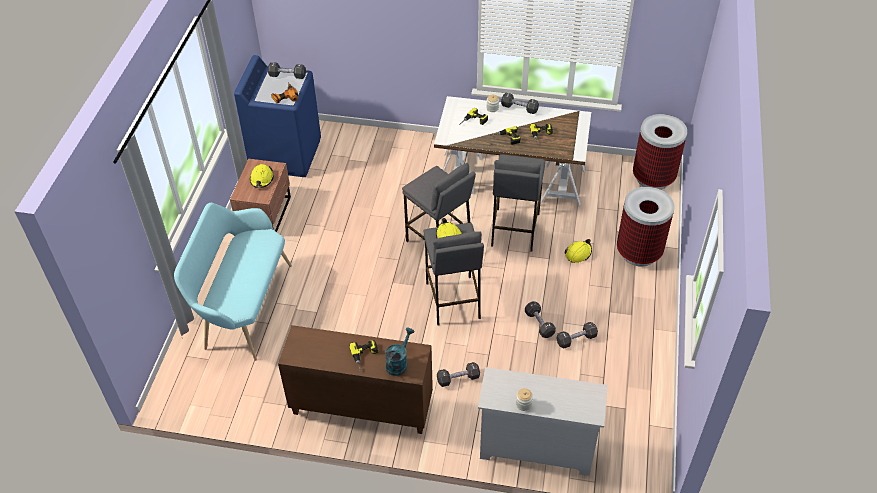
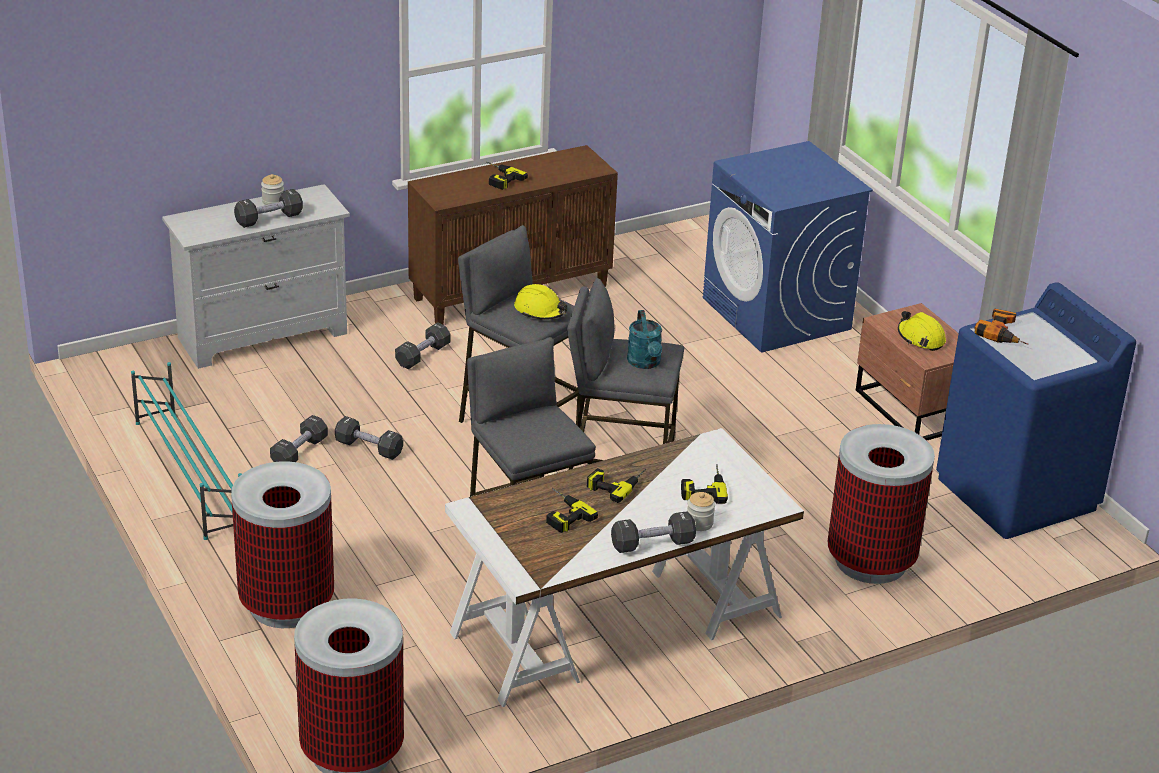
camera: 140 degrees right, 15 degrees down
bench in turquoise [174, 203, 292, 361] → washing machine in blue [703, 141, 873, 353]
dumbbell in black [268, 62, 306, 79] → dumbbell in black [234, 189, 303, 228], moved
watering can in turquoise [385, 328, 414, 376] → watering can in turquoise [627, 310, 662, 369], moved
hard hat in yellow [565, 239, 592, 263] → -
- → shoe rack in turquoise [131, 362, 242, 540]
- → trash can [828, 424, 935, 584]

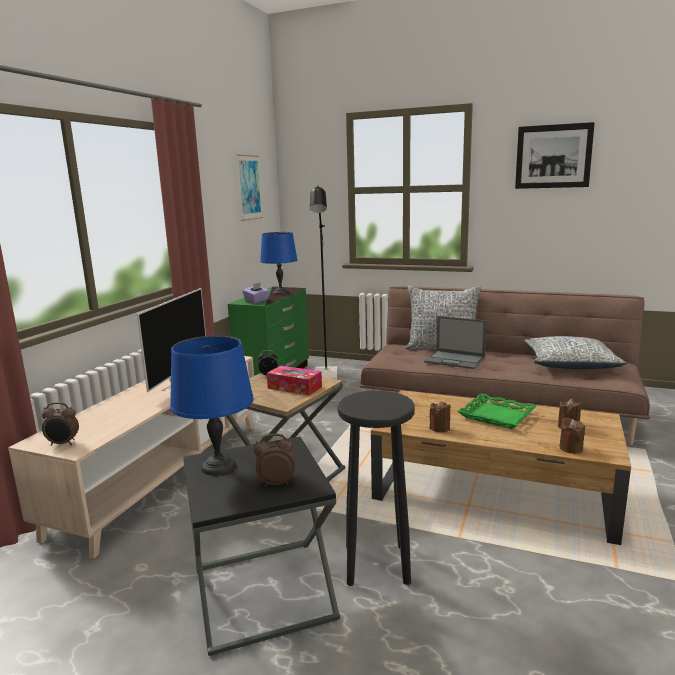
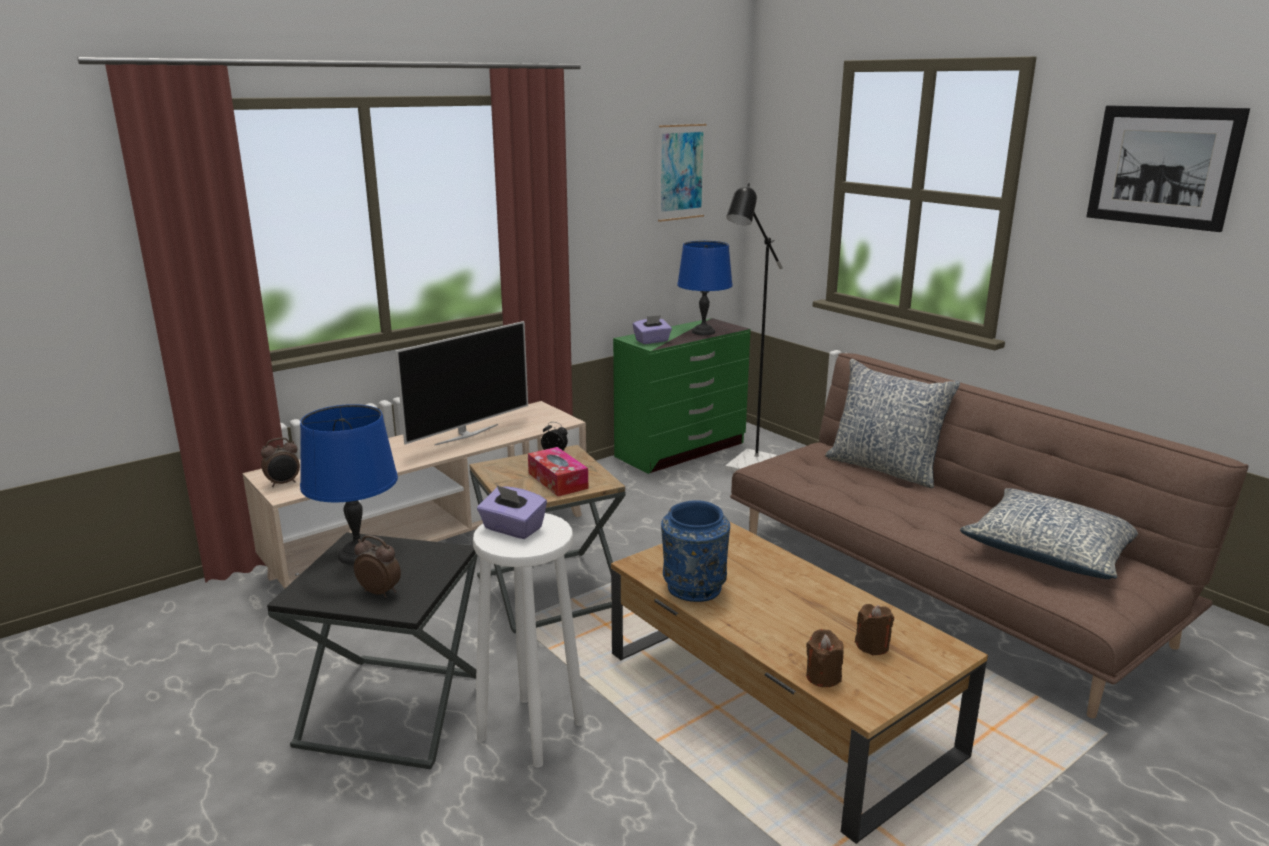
camera: 30 degrees right, 5 degrees up
alarm clock [42, 402, 79, 446] → alarm clock [261, 438, 300, 487], 60 degrees counterclockwise
stool in black [338, 390, 415, 586] → stool in white [473, 513, 584, 767]
laptop [424, 316, 486, 369] → -
candle in brown [429, 401, 451, 432] → vase in blue [661, 500, 730, 602]
tray in green [457, 393, 536, 429] → -
- → tissue box in purple [477, 485, 547, 539]

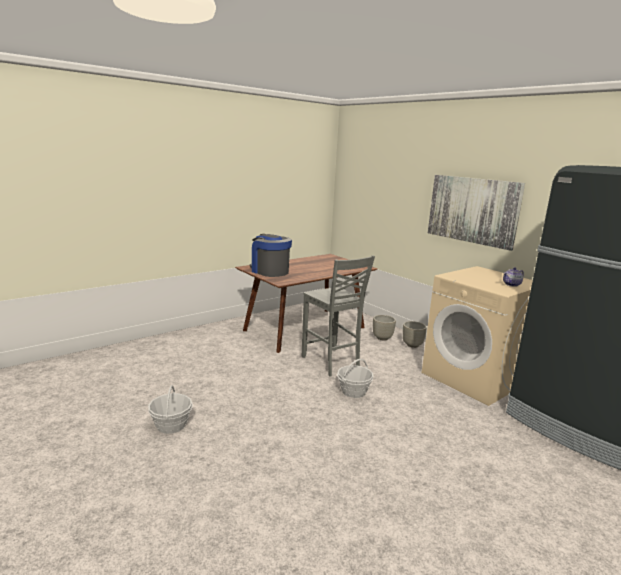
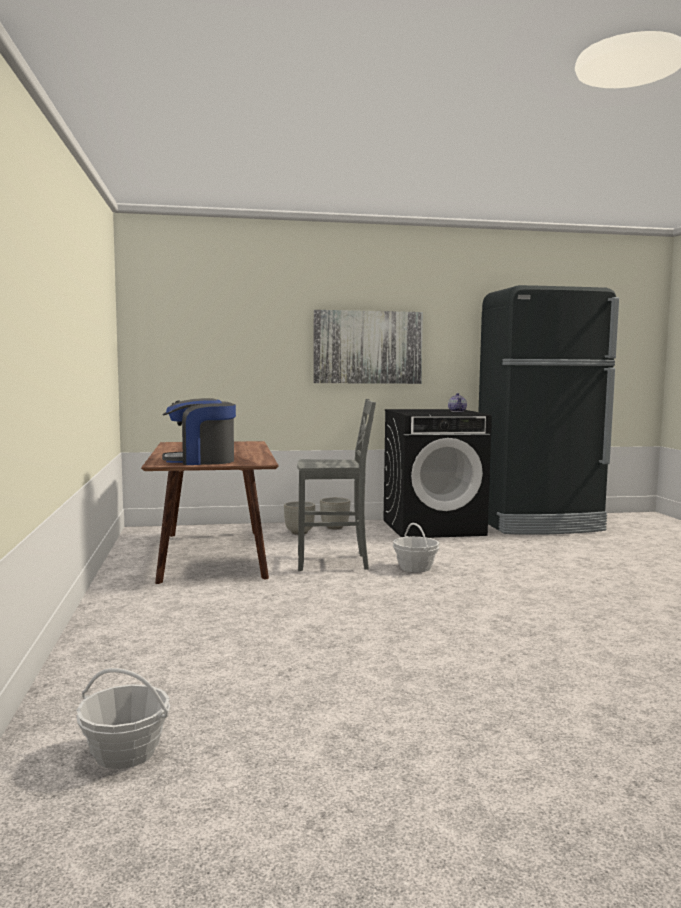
camera: 60 degrees left, 10 degrees down
basket [148, 385, 193, 434] → basket [76, 668, 170, 769], moved
washing machine in beige [422, 266, 533, 406] → washing machine in black [383, 409, 492, 538]

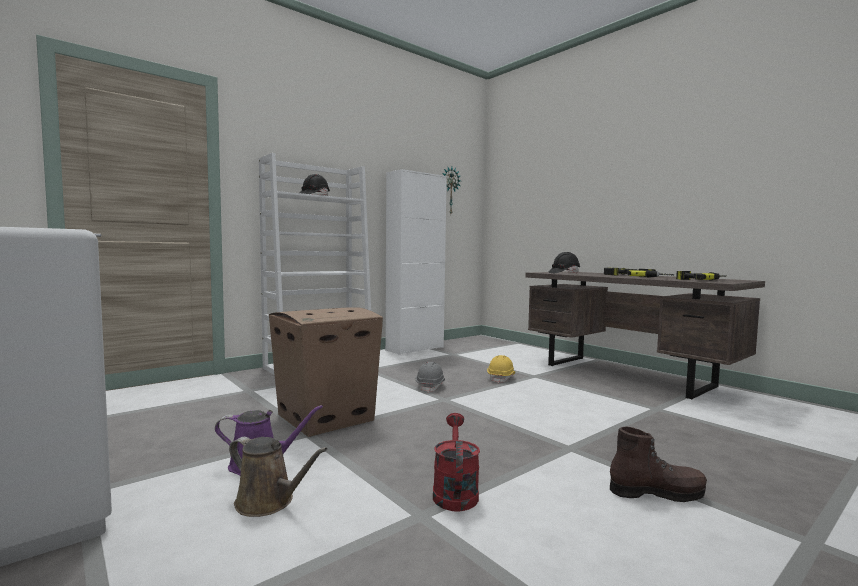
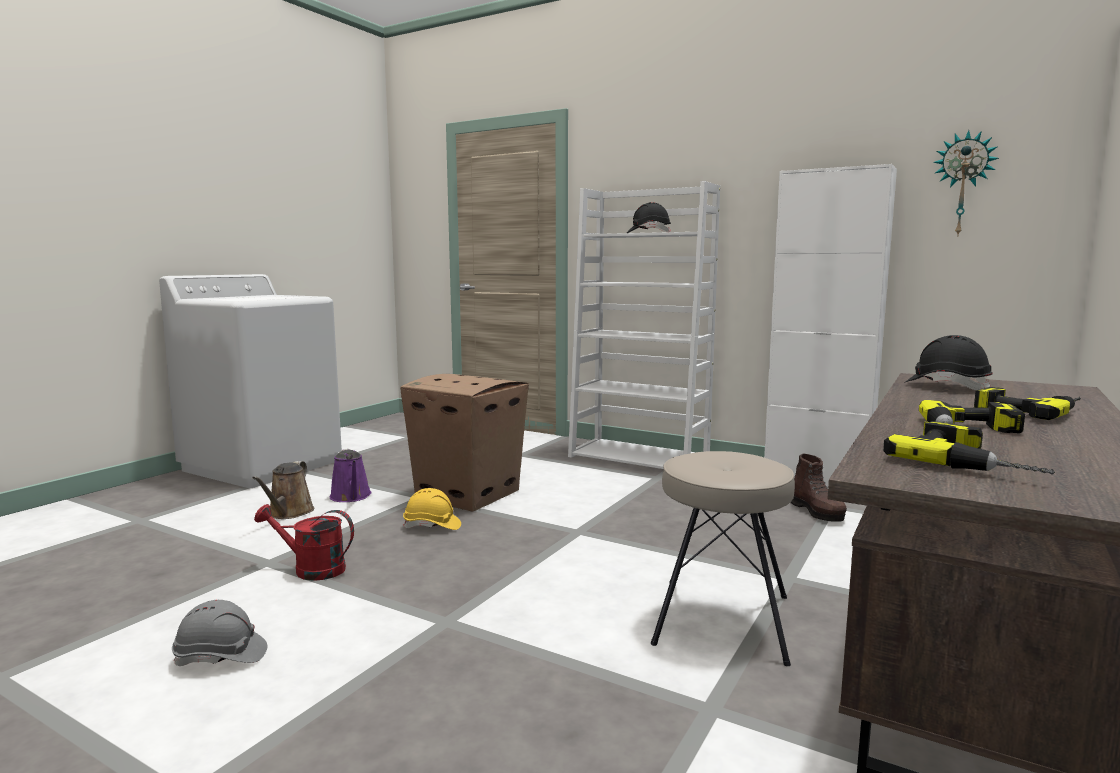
camera: 70 degrees right, 5 degrees up
hard hat in grey [416, 362, 445, 393] → hard hat in grey [172, 600, 267, 666], moved
watering can in red [433, 413, 480, 512] → watering can in red [254, 504, 354, 581], 150 degrees counterclockwise
hard hat in yellow [487, 355, 515, 383] → hard hat in yellow [403, 488, 461, 530], moved
boot in brown [610, 426, 707, 502] → boot in brown [791, 454, 847, 522], moved
- → stool in beige [651, 451, 795, 666]

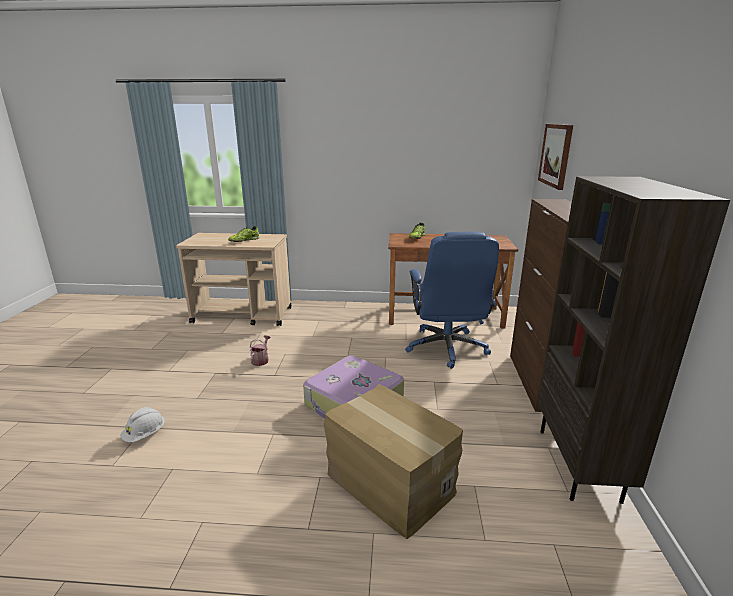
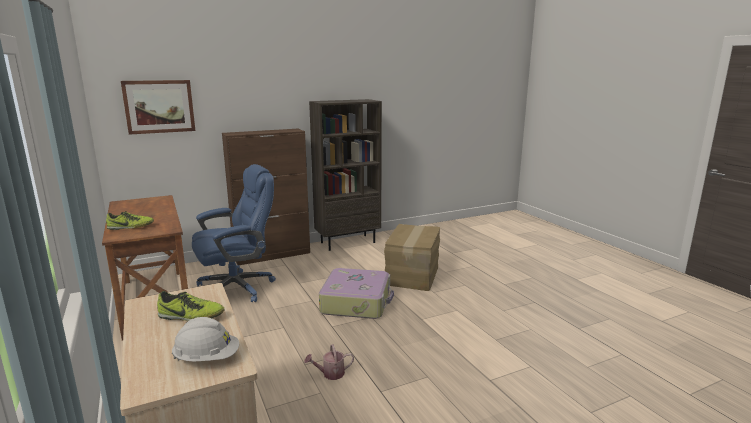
camera: 120 degrees left, 5 degrees down
hard hat in white [120, 407, 165, 442] → hard hat in white [172, 317, 239, 362], moved

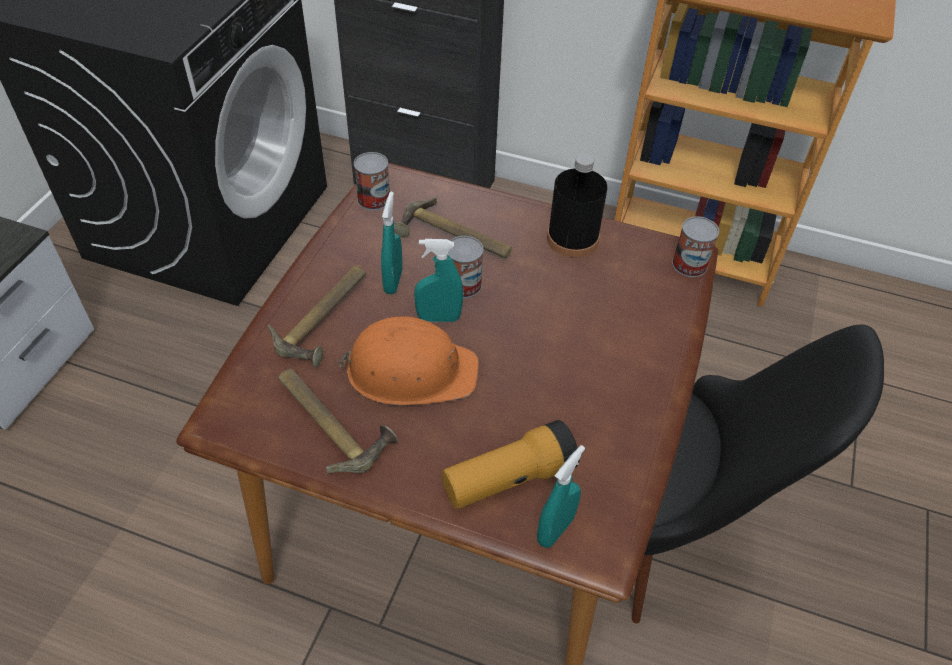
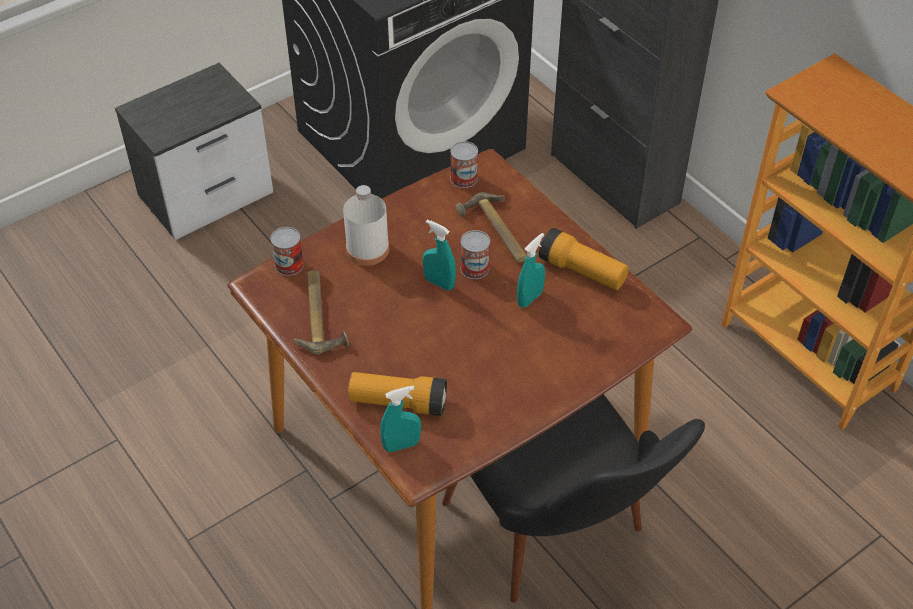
camera: 35 degrees right, 0 degrees up
hammer [268, 266, 366, 367] → bottle in white [343, 185, 389, 266]
hard hat in orange [336, 316, 479, 405] → -
spray bottle in turquoise [381, 192, 402, 294] → spray bottle in turquoise [517, 233, 545, 308], moved
bottle in black [547, 154, 607, 258] → flashlight [539, 228, 629, 290]
can [672, 216, 719, 277] → can [270, 227, 304, 276], moved

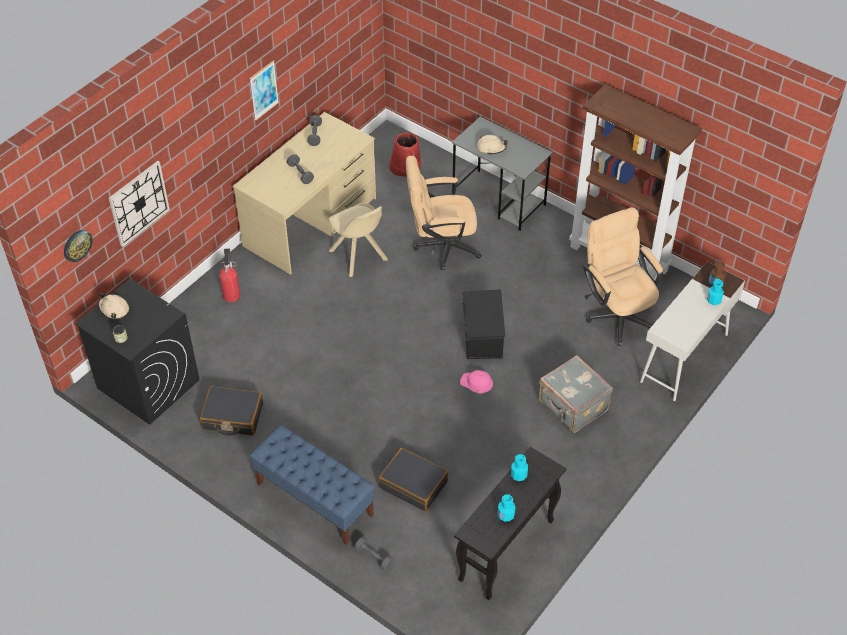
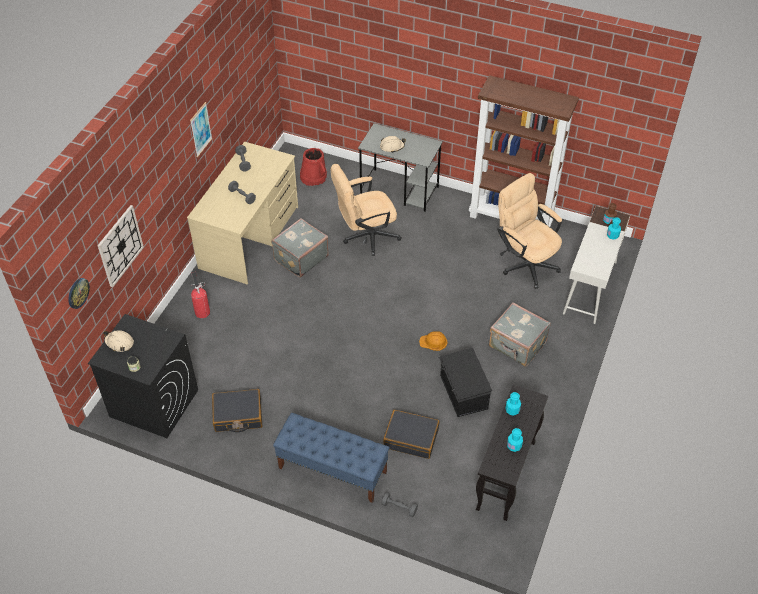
camera: 15 degrees left, 0 degrees up
chair in beige [329, 203, 388, 277] → suitcase in grey [271, 218, 329, 278]
hard hat in pink [460, 370, 493, 394] → hard hat in orange [419, 331, 447, 351]
storage box in black [462, 289, 505, 359] → storage box in black [439, 348, 492, 417], moved

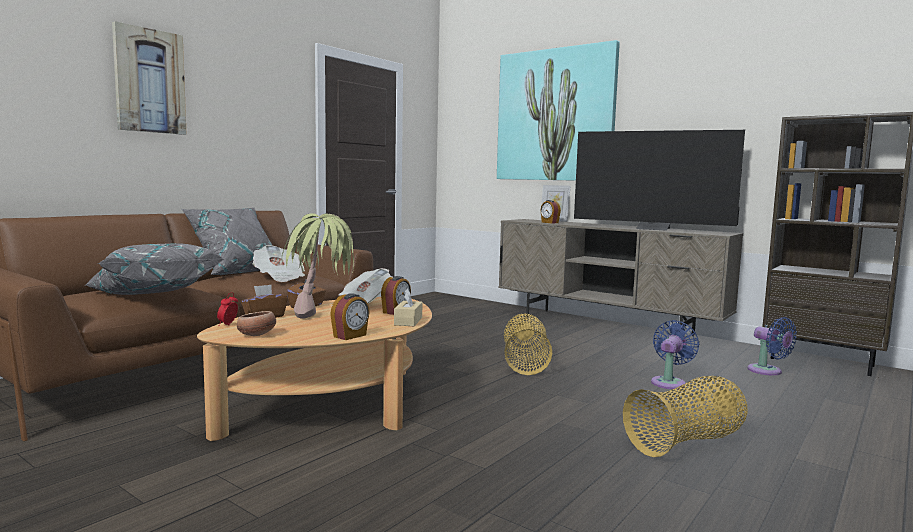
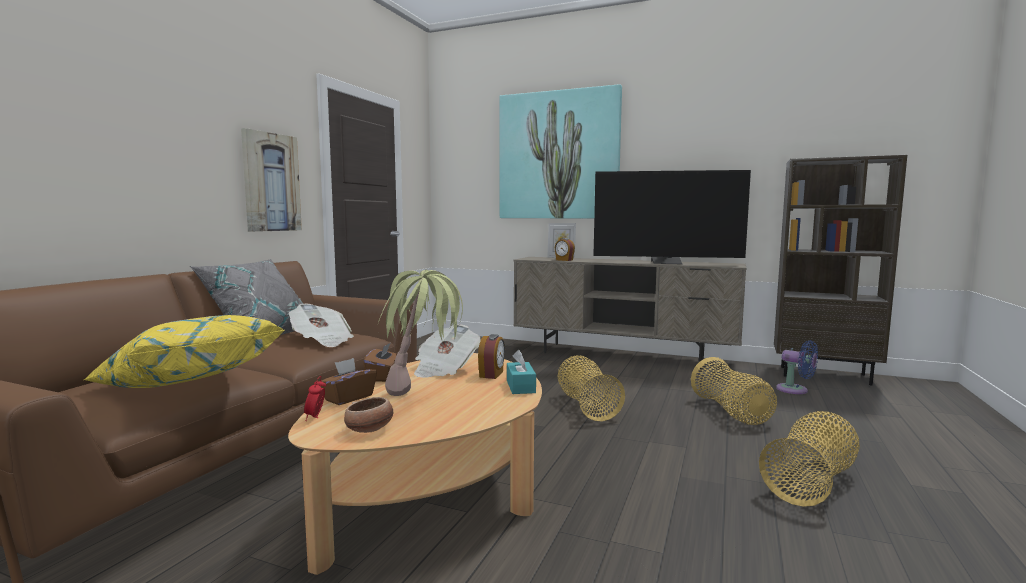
camera: 15 degrees left, 0 degrees up
pillow in grey [86, 243, 225, 295] → pillow in yellow [84, 315, 284, 388]
picture [112, 21, 187, 135] → picture [241, 128, 302, 232], moved
alarm clock [330, 293, 370, 340] → -
tissue box in beige [394, 289, 422, 326] → tissue box in turquoise [507, 350, 536, 394]
fan in blue [651, 320, 699, 389] → basket [691, 357, 777, 425]

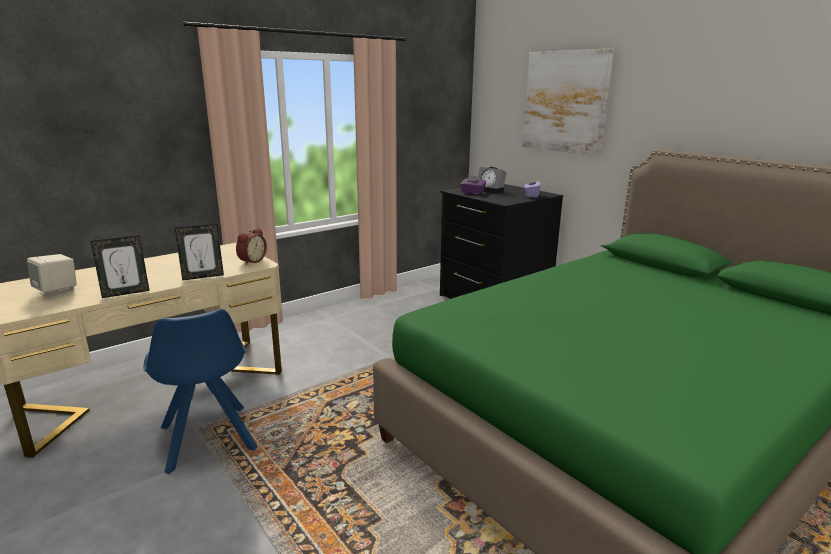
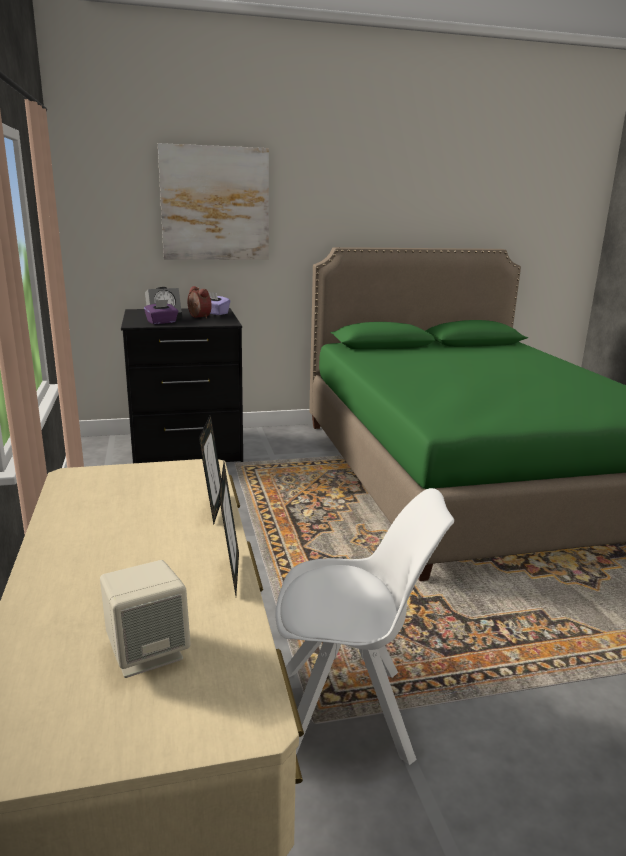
camera: 65 degrees left, 0 degrees up
chair in blue [144, 309, 258, 474] → chair in white [275, 488, 454, 765]
alarm clock [236, 228, 267, 265] → alarm clock [187, 286, 212, 319], moved

